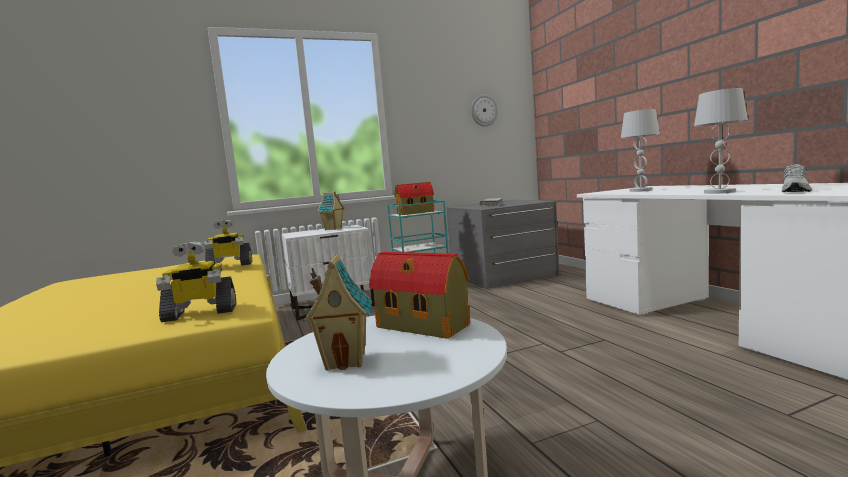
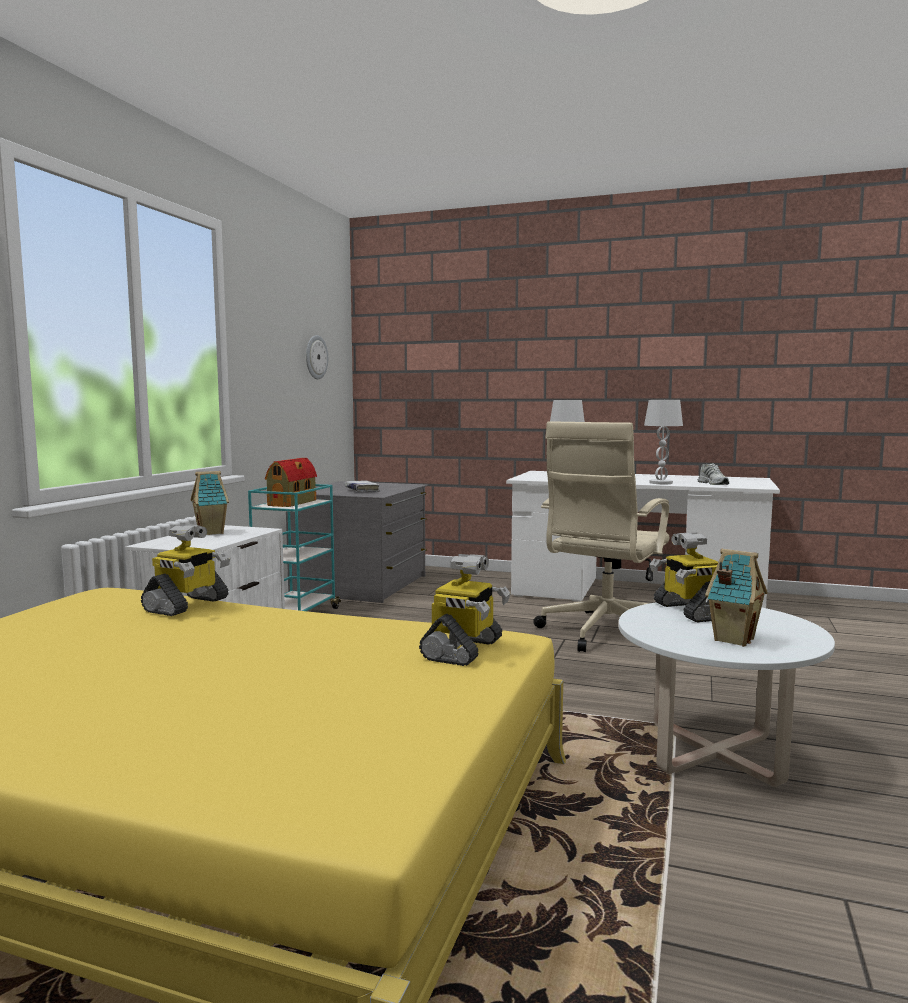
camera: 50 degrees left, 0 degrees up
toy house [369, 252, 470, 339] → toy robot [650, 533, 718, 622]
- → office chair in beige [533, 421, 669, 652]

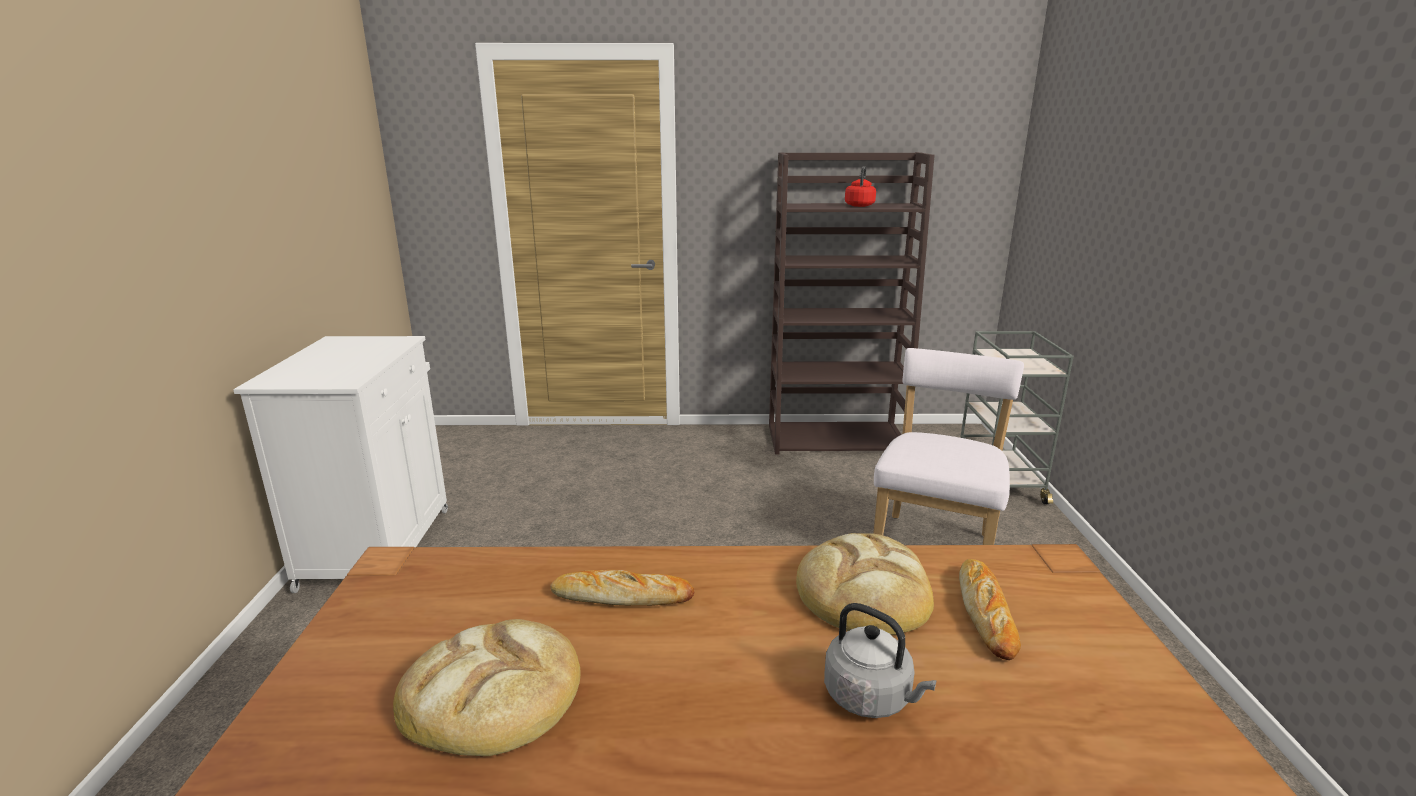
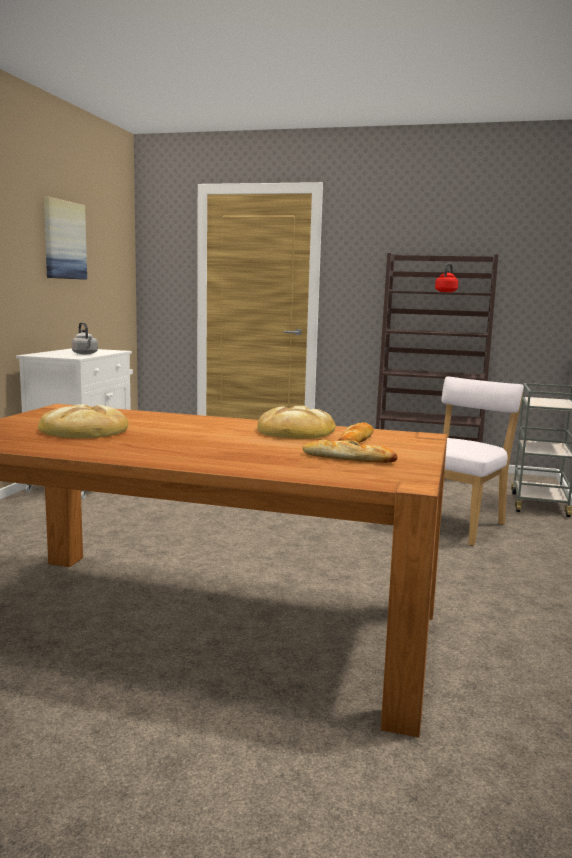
camera: 15 degrees right, 10 degrees down
bread [550, 570, 694, 606] → bread [303, 440, 397, 463], moved
kettle in grey [824, 603, 937, 718] → kettle in grey [72, 322, 98, 354], moved
- → picture [44, 197, 87, 280]

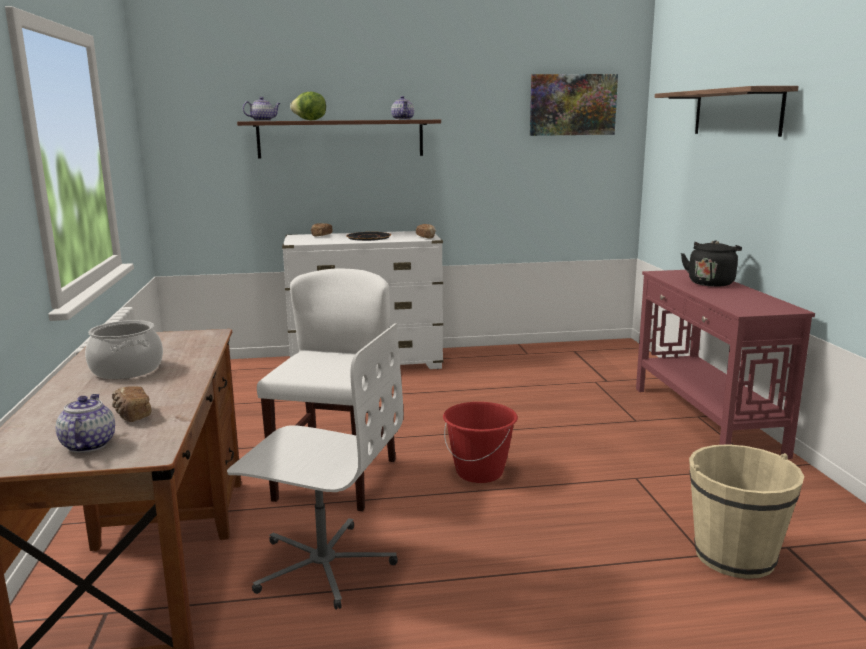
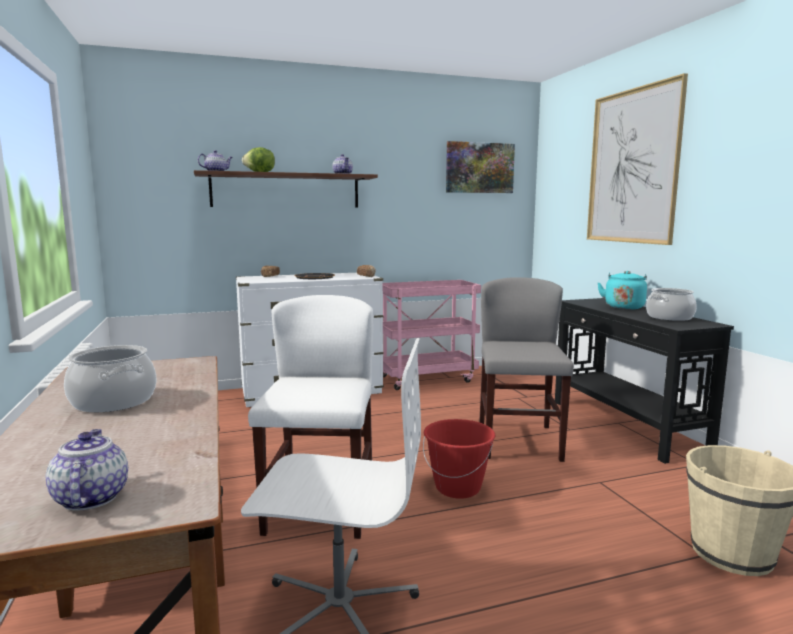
camera: 10 degrees left, 5 degrees down
bread [112, 386, 151, 422] → -
console table in red [636, 270, 815, 459] → console table in black [555, 298, 734, 464]
shelf [655, 86, 799, 137] → picture [587, 73, 688, 245]
kettle in black [681, 240, 742, 287] → kettle in turquoise [598, 271, 647, 309]
- → cart in pink [383, 280, 481, 390]
- → chair in grey [479, 277, 574, 462]
- → cooking pot [646, 288, 697, 321]

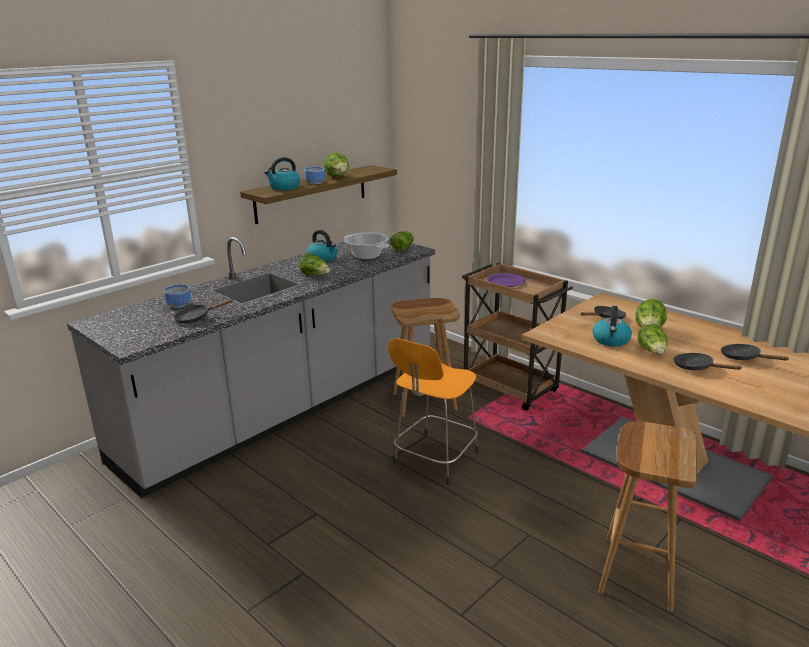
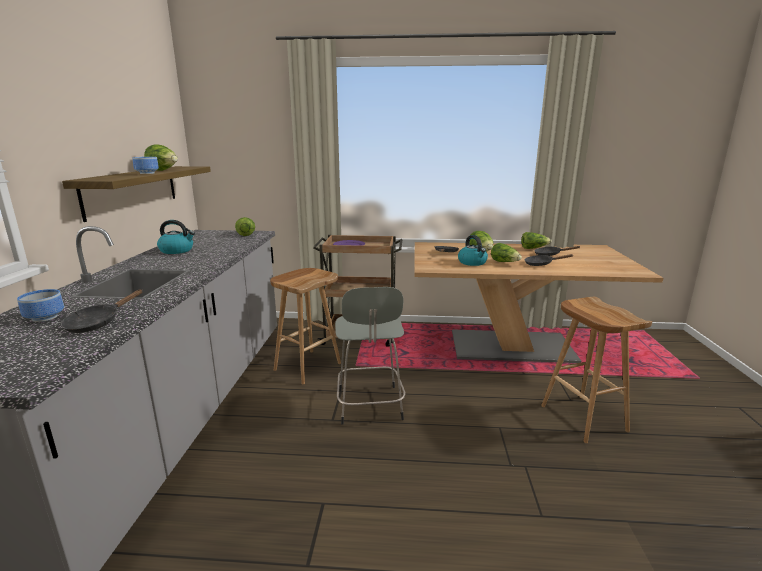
camera: 40 degrees left, 5 degrees down
kettle [264, 157, 300, 190] → -
lettuce [299, 253, 330, 276] → lettuce [521, 232, 551, 249], moved
cooking pot [344, 232, 389, 259] → -
stool in orange [388, 338, 479, 485] → stool in grey [335, 287, 405, 425]

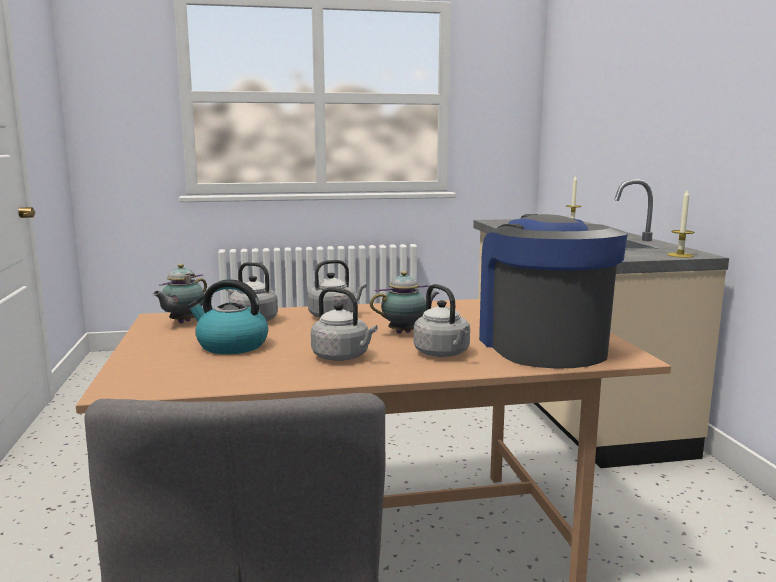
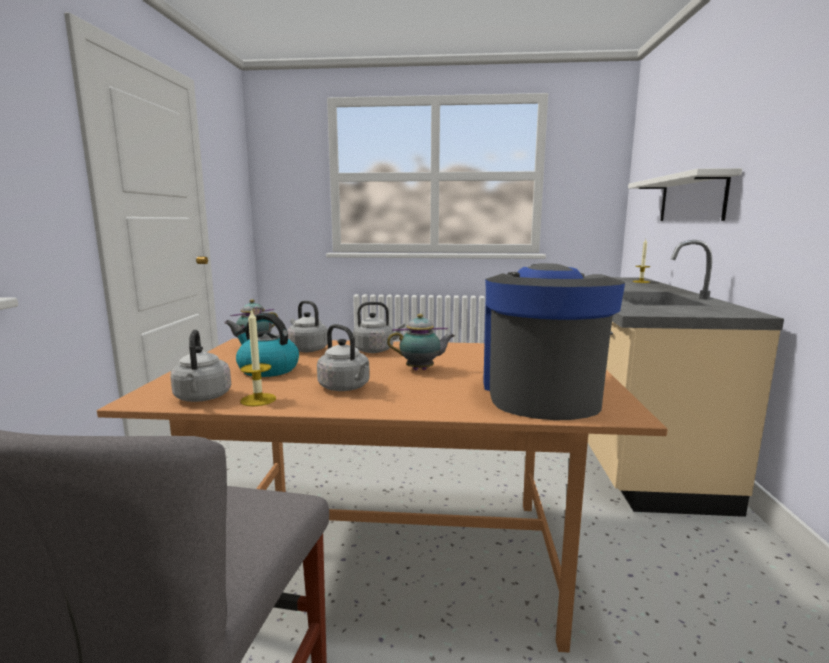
camera: 15 degrees right, 0 degrees up
kettle in grey [414, 284, 470, 357] → kettle in grey [170, 330, 231, 402], moved
candle [667, 190, 694, 258] → candle [240, 308, 276, 406], moved
- → shelf in white [628, 168, 742, 221]

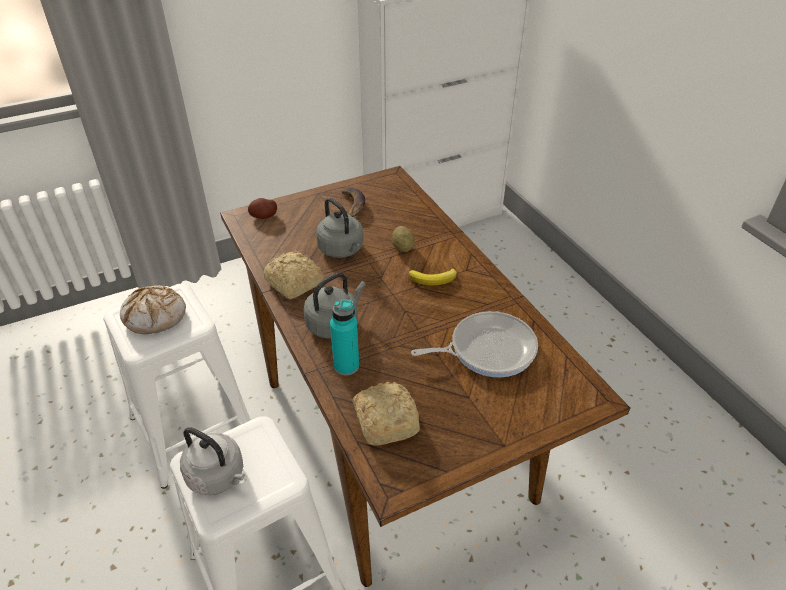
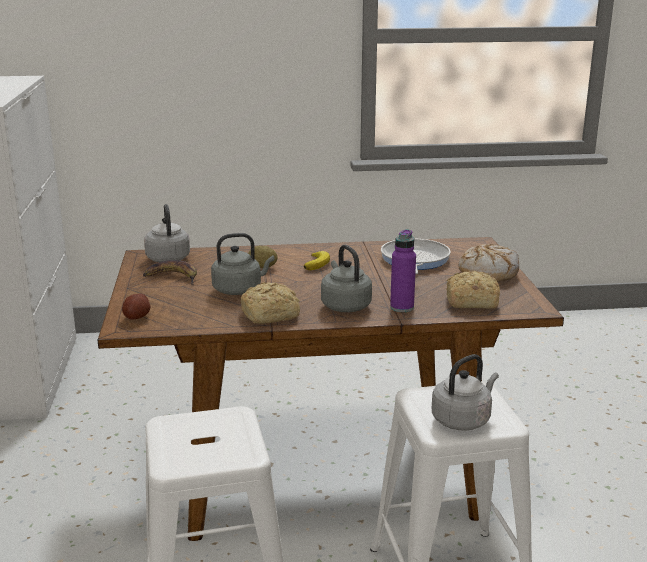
camera: 70 degrees left, 20 degrees down
bread [120, 285, 186, 334] → bread [458, 244, 519, 282], moved
bottle in turquoise [330, 300, 359, 375] → bottle in purple [390, 229, 416, 312]
- → kettle in grey [144, 204, 190, 262]

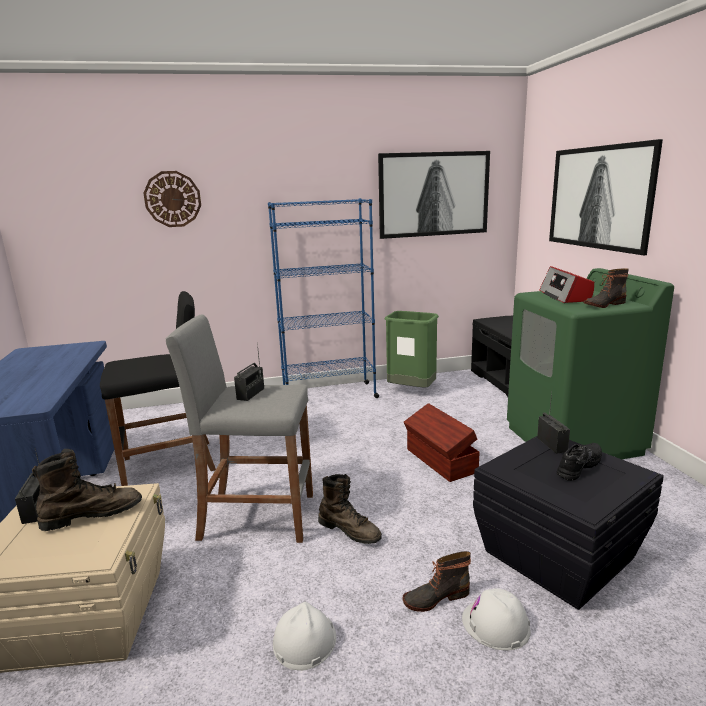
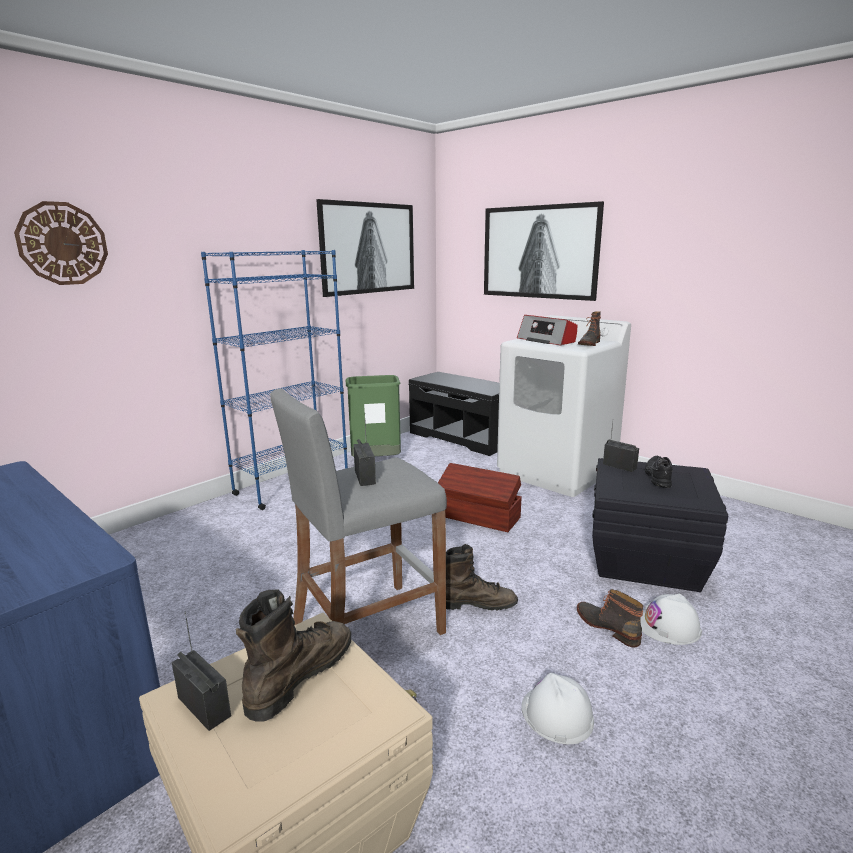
camera: 35 degrees left, 0 degrees up
stool in black [100, 291, 216, 486] → -
boot [403, 551, 471, 612] → boot [577, 589, 643, 648], 105 degrees clockwise
washing machine in green [507, 268, 674, 459] → washing machine in white [497, 315, 631, 497]

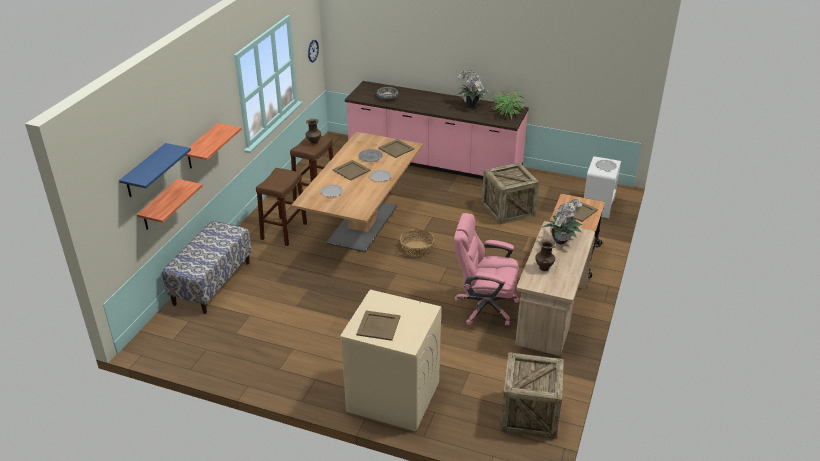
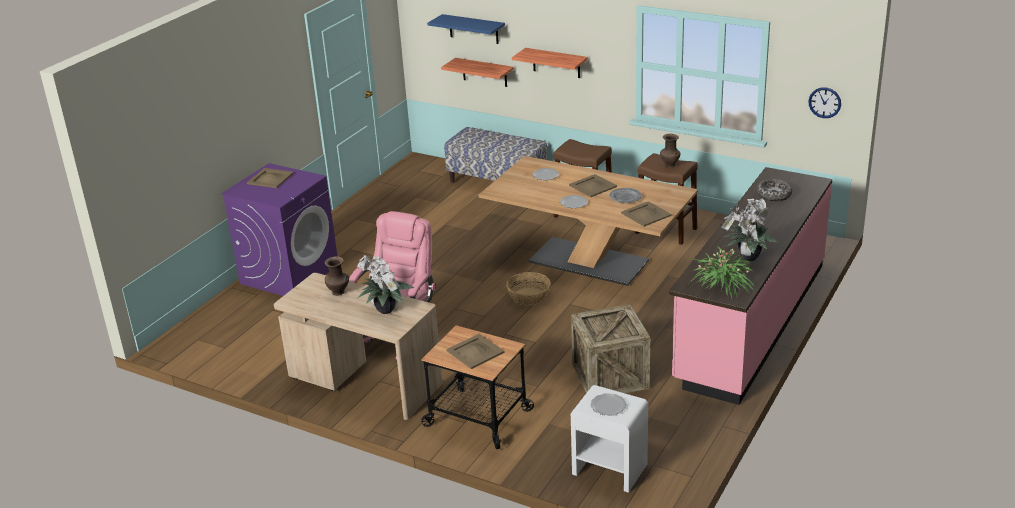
camera: 100 degrees right, 5 degrees down
washing machine in beige [340, 290, 441, 431] → washing machine in purple [221, 163, 337, 296]
crate [500, 352, 564, 439] → -

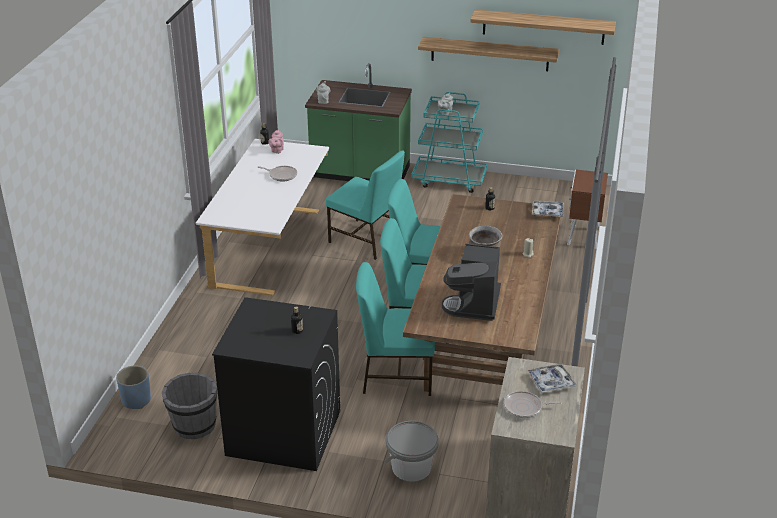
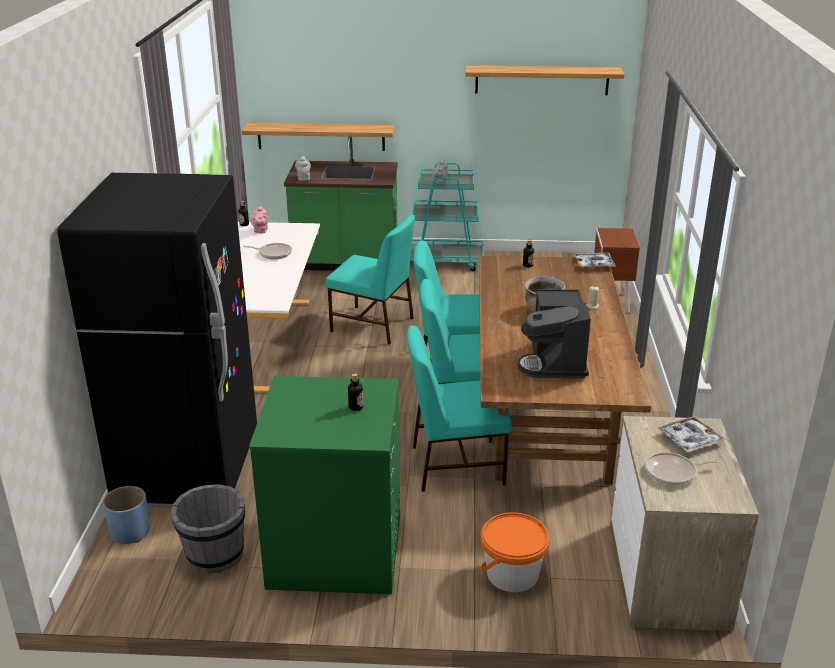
camera: 10 degrees left, 5 degrees down
washing machine in black [212, 297, 340, 471] → washing machine in green [249, 376, 400, 594]
bucket in grey [385, 421, 439, 482] → bucket in orange [480, 513, 550, 592]
shelf [418, 37, 560, 71] → shelf [241, 123, 394, 151], moved
- → fridge in black [57, 173, 257, 507]

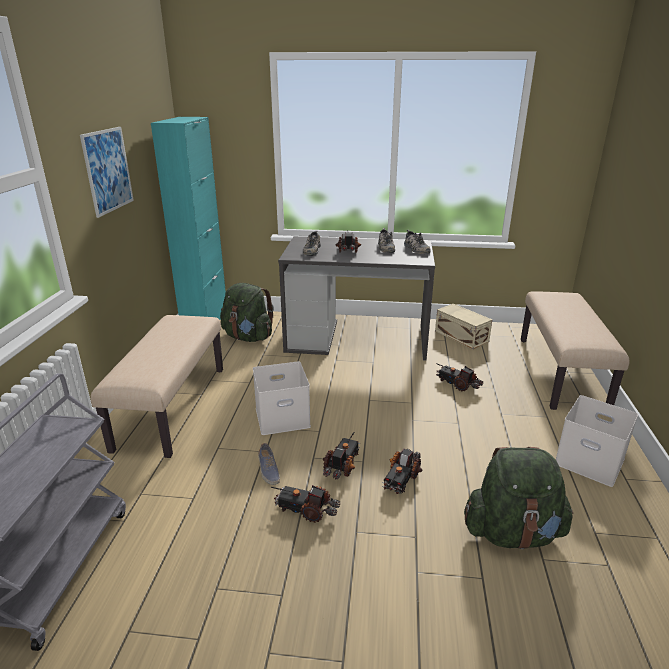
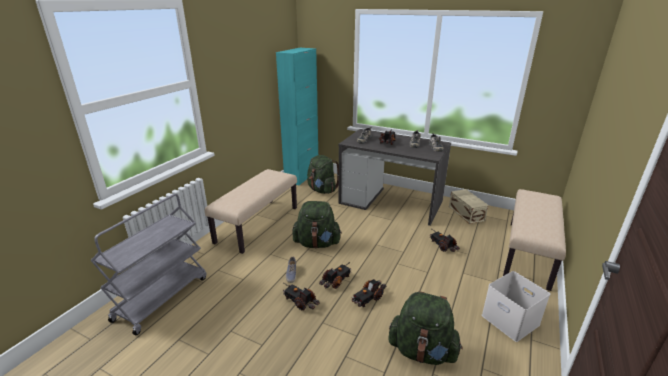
camera: 20 degrees right, 0 degrees up
picture [80, 127, 134, 218] → -
storage box in white [253, 361, 311, 435] → backpack in green [292, 201, 342, 248]

